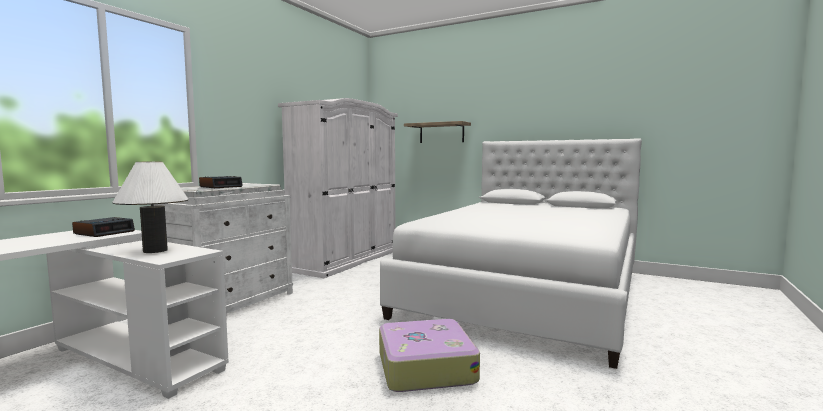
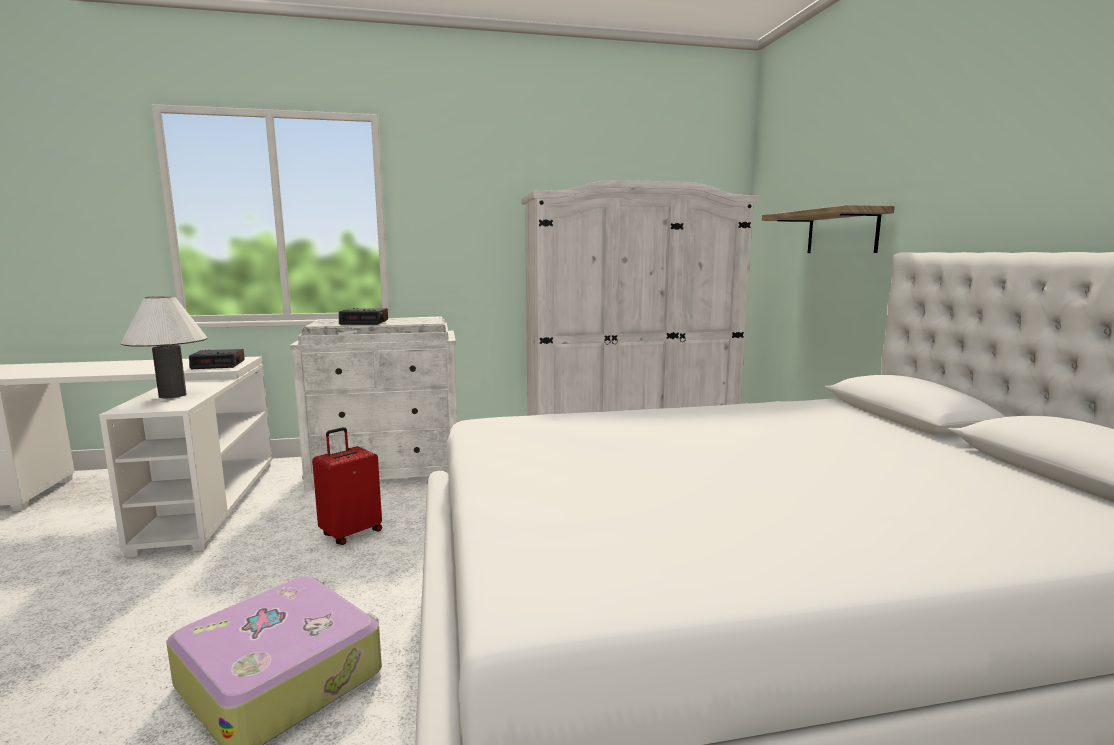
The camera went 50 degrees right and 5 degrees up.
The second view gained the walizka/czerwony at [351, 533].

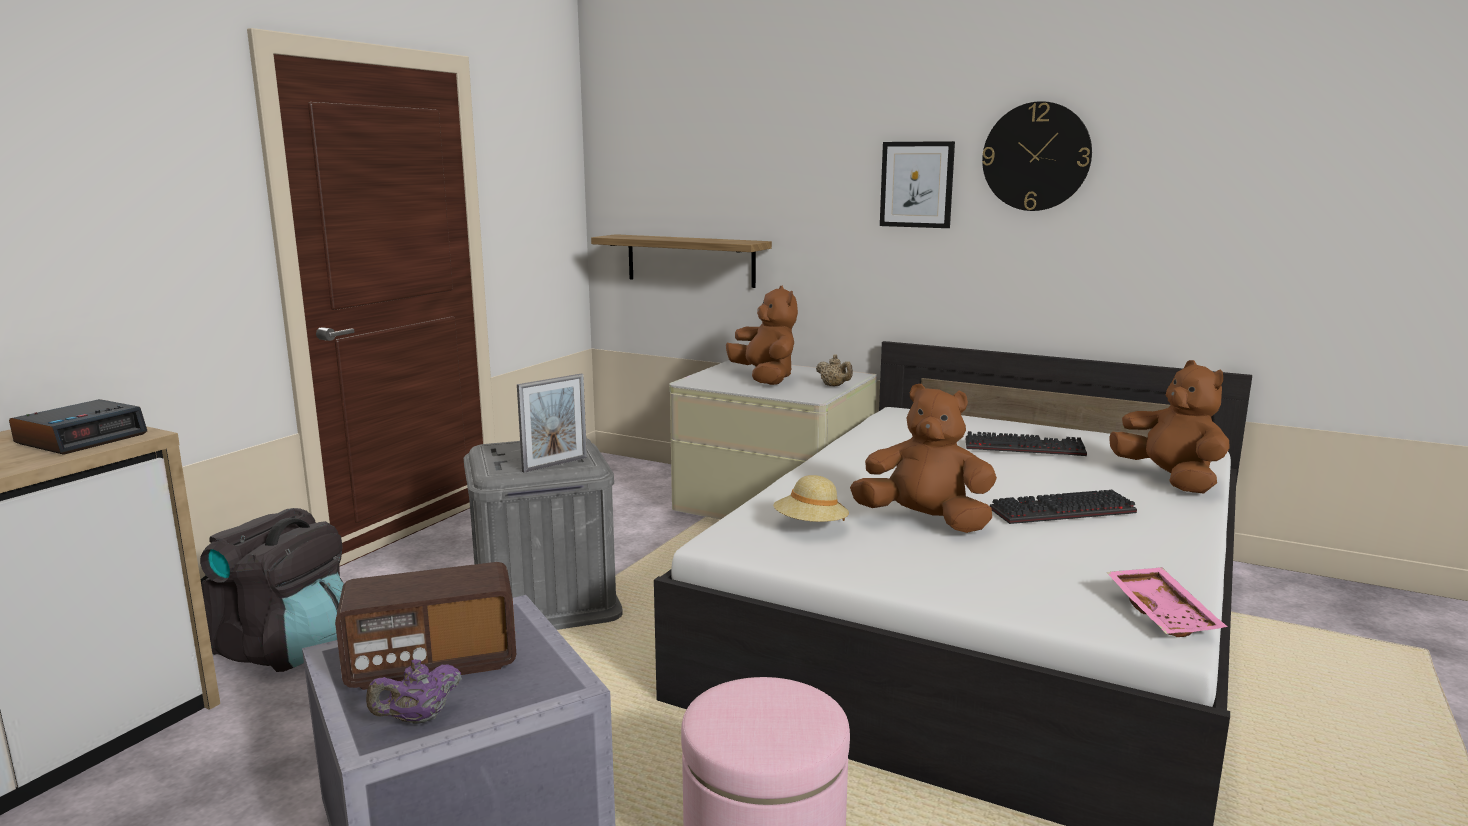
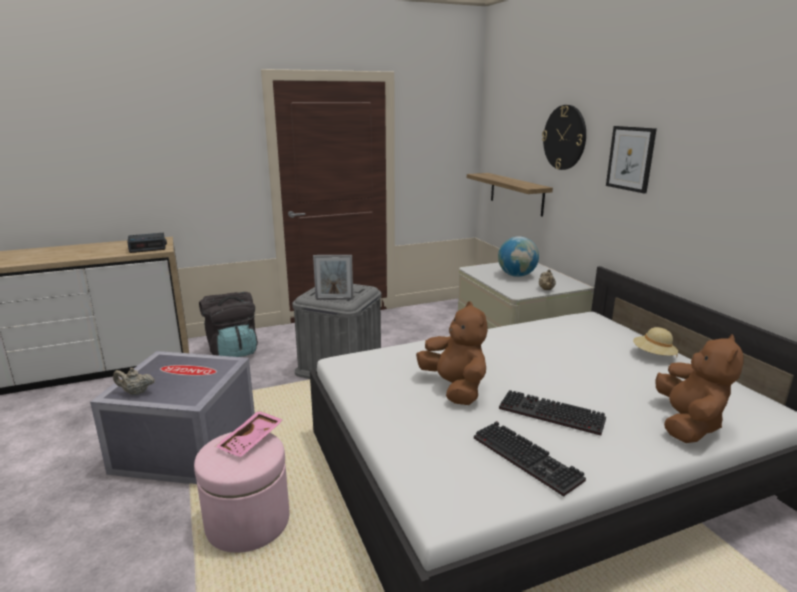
The camera went 40 degrees right and 5 degrees up.
The zegar ścienny ended up elsewhere, having gone from [1036, 156] to [564, 137].
Where the pluszak/brązowy stood at [765, 378], the globus came to stand at [516, 275].
The klawiatura ended up elsewhere, having gone from [1026, 447] to [529, 459].
The kapelusz/beżowy ended up elsewhere, having gone from [810, 527] to [653, 355].
The second view lost the radio at [432, 664].
The taca/różowy ended up elsewhere, having gone from [1164, 613] to [251, 441].
What was the imbryk/fioletowy at [418, 719] turned into the imbryk/beżowy at [135, 392].

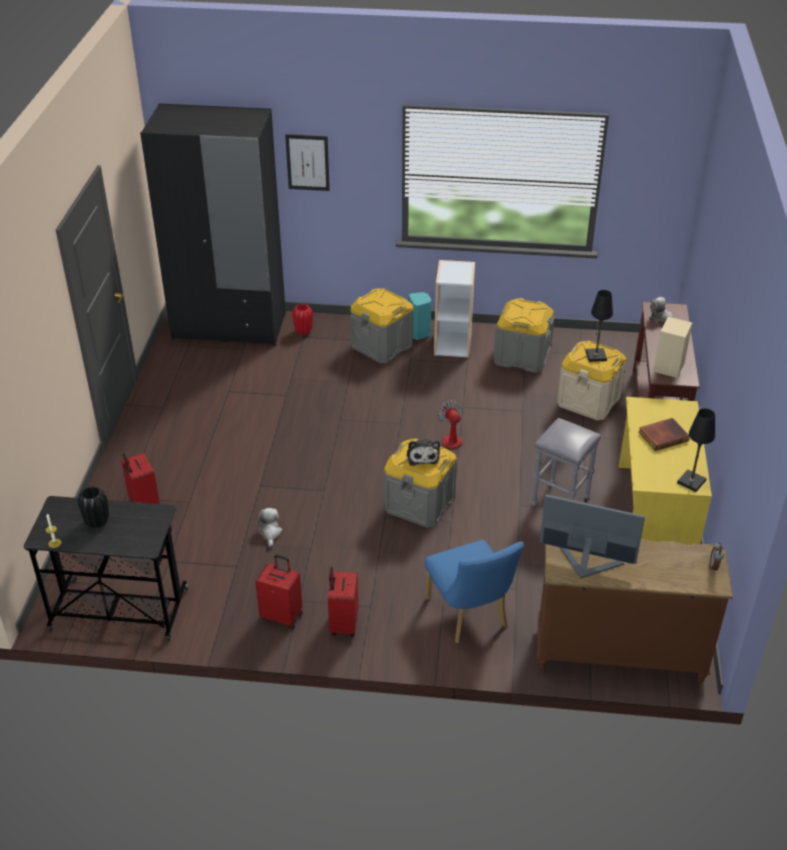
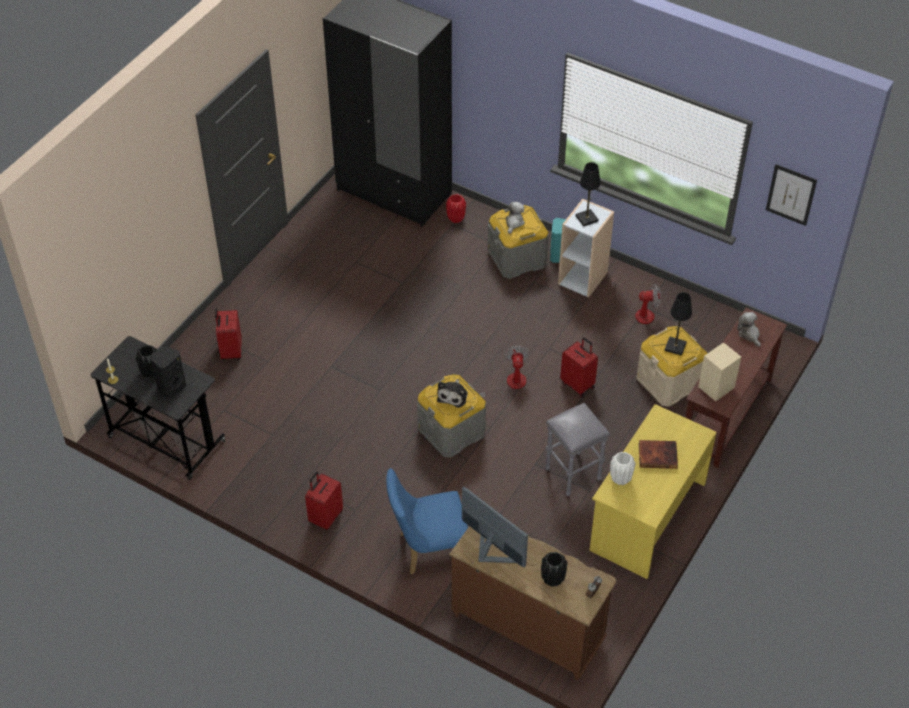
The camera went 25 degrees right and 10 degrees up.
The obraz ended up elsewhere, having gone from [307, 162] to [791, 194].
Where the pojemnik do przechowywania/szary stood at [522, 356], the wentylator came to stand at [639, 312].
The lampa stołowa/czarny ended up elsewhere, having gone from [691, 481] to [586, 218].
The pluszak ended up elsewhere, having gone from [270, 533] to [514, 222].
The krzesło/niebieski at [470, 616] ended up facing another way, 75 degrees clockwise from before.
The walizka/czerwony ended up elsewhere, having gone from [282, 616] to [578, 384].
The second view gained the głośnik/czarny at [171, 387].
The second view gained the wazon/biały at [621, 479].
The second view gained the wazon/czarny at [553, 579].

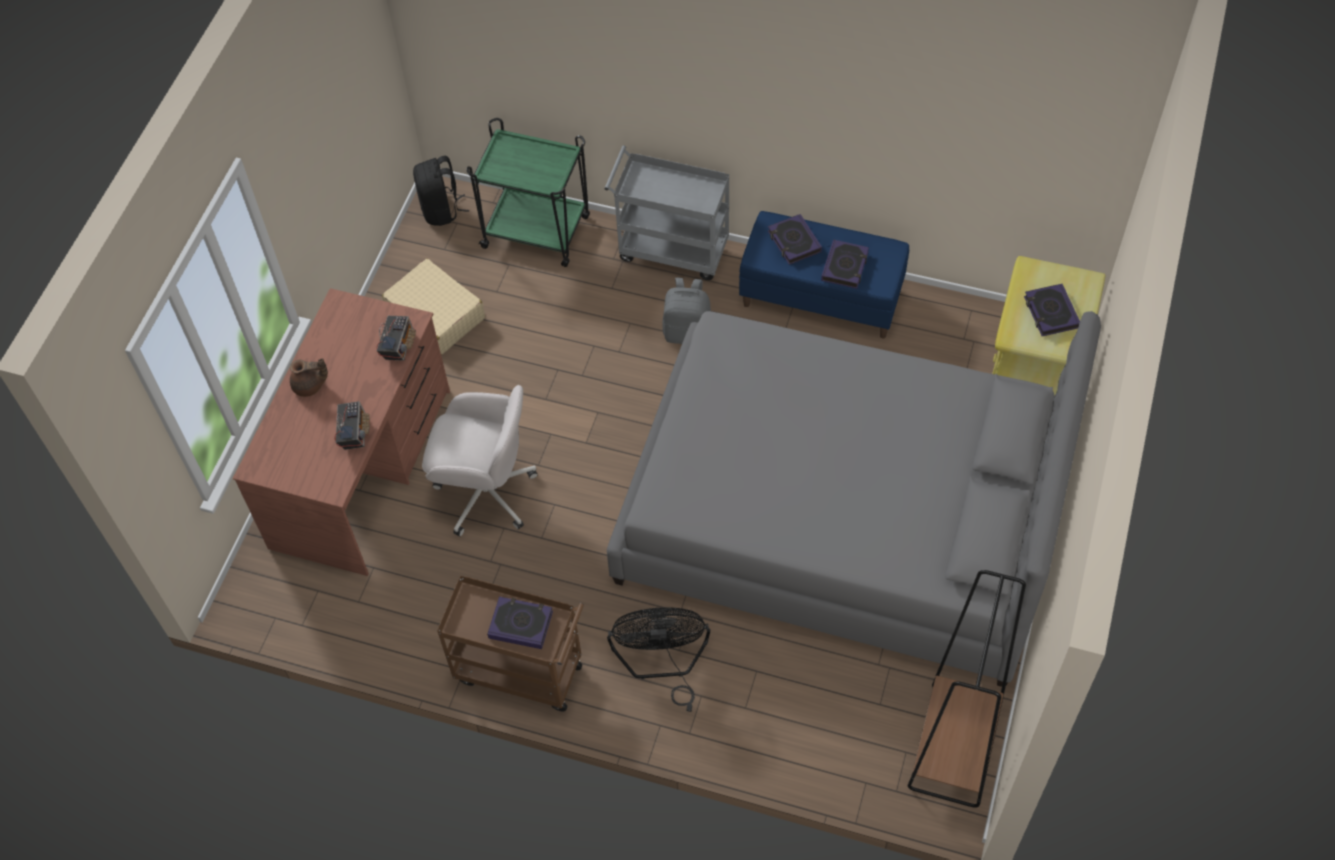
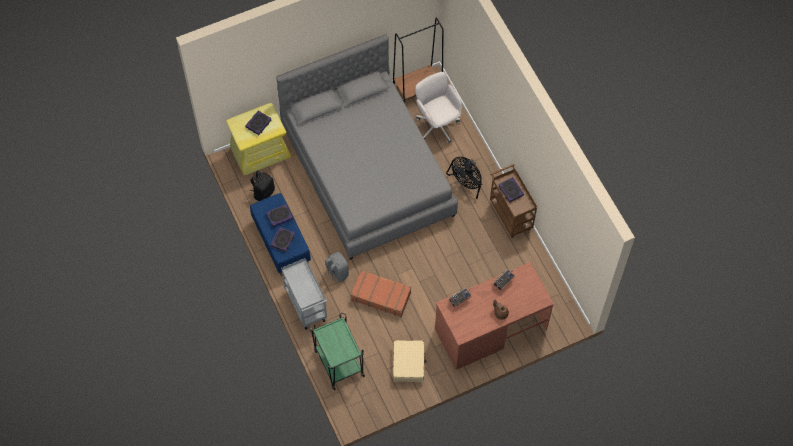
The camera went 135 degrees left and 5 degrees up.
The plecak/czarny ended up elsewhere, having gone from [441, 210] to [263, 192].
The krzesło biurowe/biały ended up elsewhere, having gone from [486, 494] to [437, 126].
The second view gained the walizka/brązowy at [381, 296].

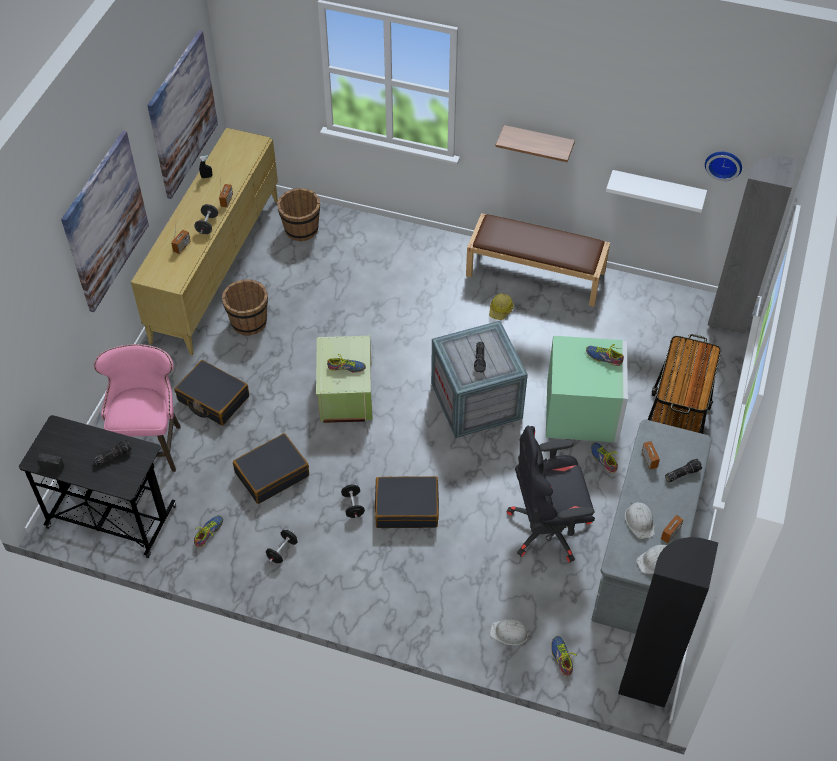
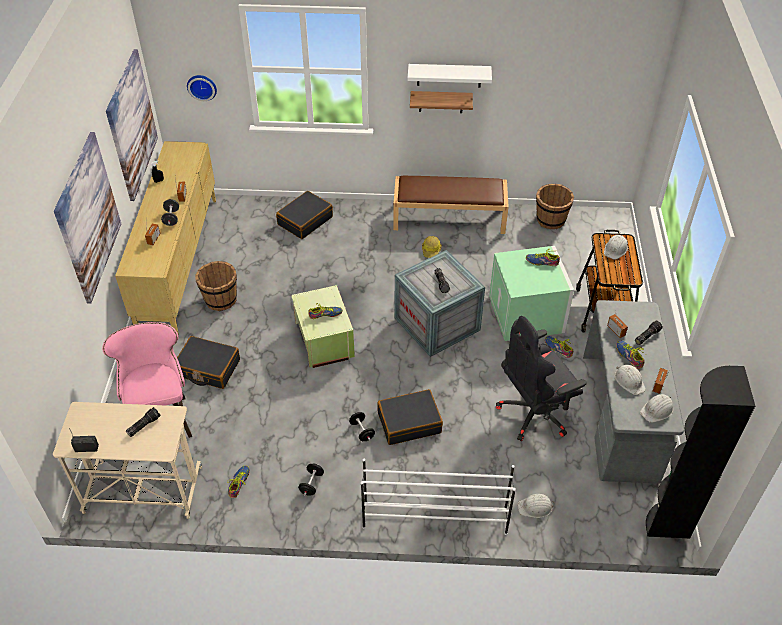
The camera went 15 degrees left and 5 degrees down.
The zegar ścienny ended up elsewhere, having gone from [723, 163] to [202, 86].
The second view lost the regał/szary at [729, 320].
The półka/biały ended up elsewhere, having gone from [657, 190] to [449, 75].
The wiadro/brązowy ended up elsewhere, having gone from [301, 230] to [550, 220].
What was the biurko/czarny at [111, 517] turned into the biurko/beżowy at [143, 490].
The walizka/czarny ended up elsewhere, having gone from [272, 474] to [305, 220].
The but ended up elsewhere, having gone from [561, 657] to [629, 356].
The second view gained the kask/biały at [615, 249].
The second view gained the regał na buty/biały at [434, 518].

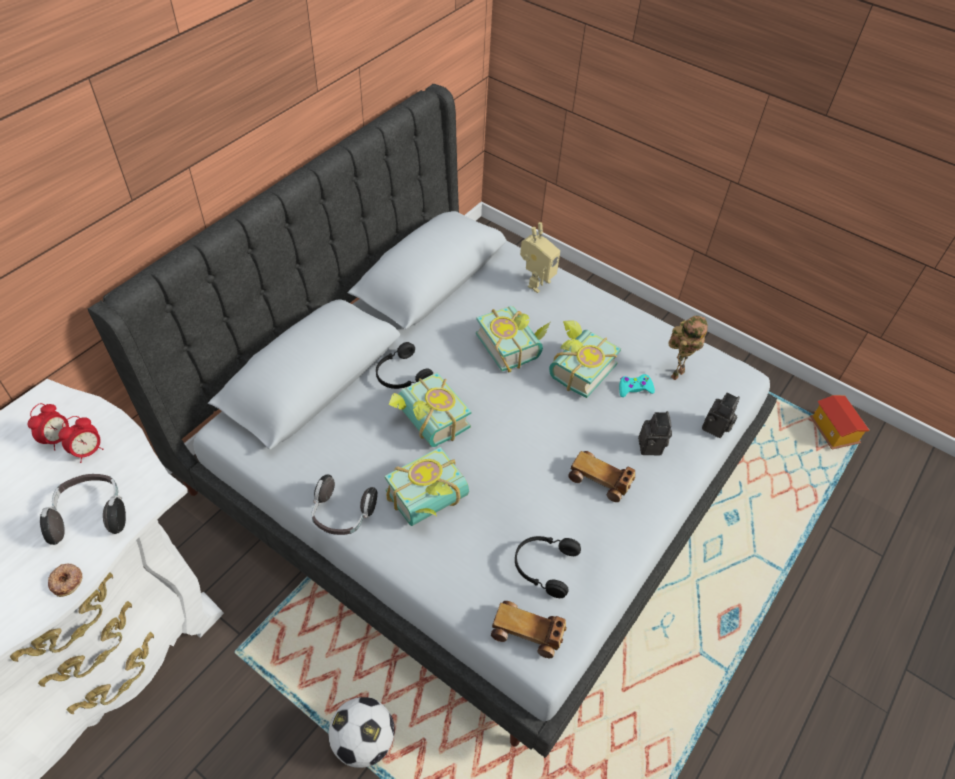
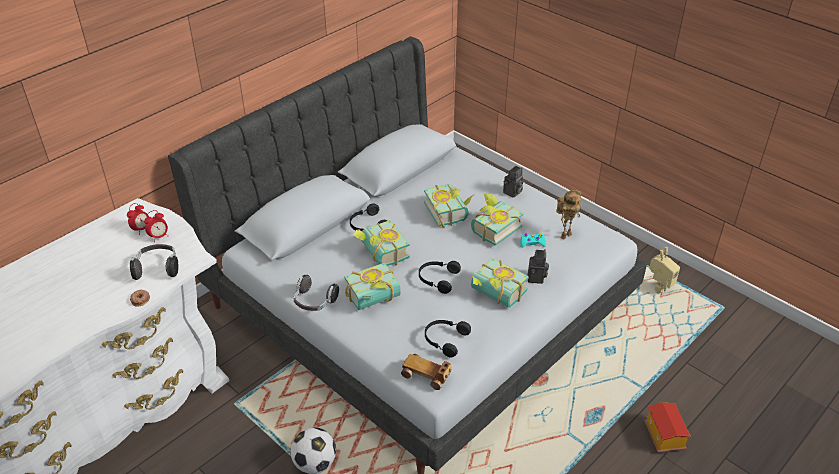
The camera went 10 degrees right and 10 degrees down.
The robot zabawkowy ended up elsewhere, having gone from [535, 282] to [659, 288].
The aparat fotograficzny ended up elsewhere, having gone from [716, 429] to [512, 193].
The domek ended up elsewhere, having gone from [831, 432] to [663, 436].
Where the samochodzik stood at [600, 480], the książka came to stand at [495, 295].
The second view gained the słuchawki/czarny at [437, 279].

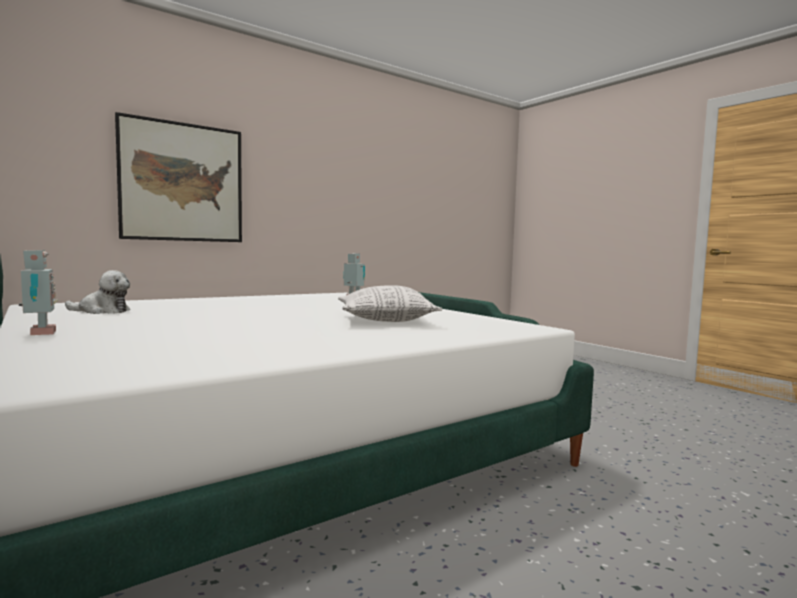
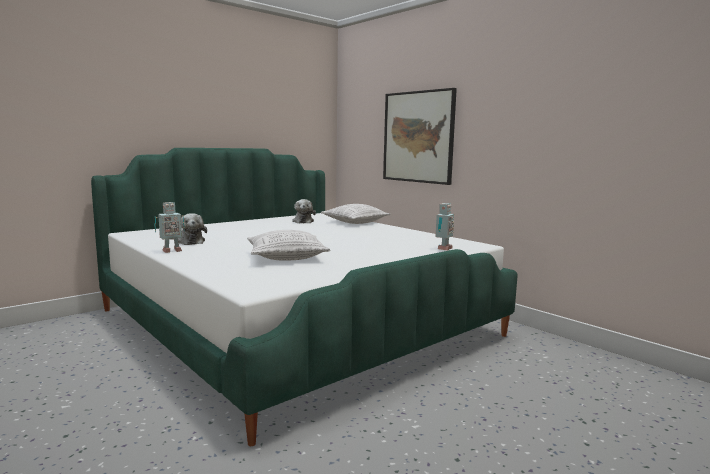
The camera went 85 degrees right and 5 degrees up.
The robot zabawkowy ended up elsewhere, having gone from [39, 334] to [171, 251].
The second view gained the poduszka at [355, 222].
The second view gained the pluszak at [190, 241].

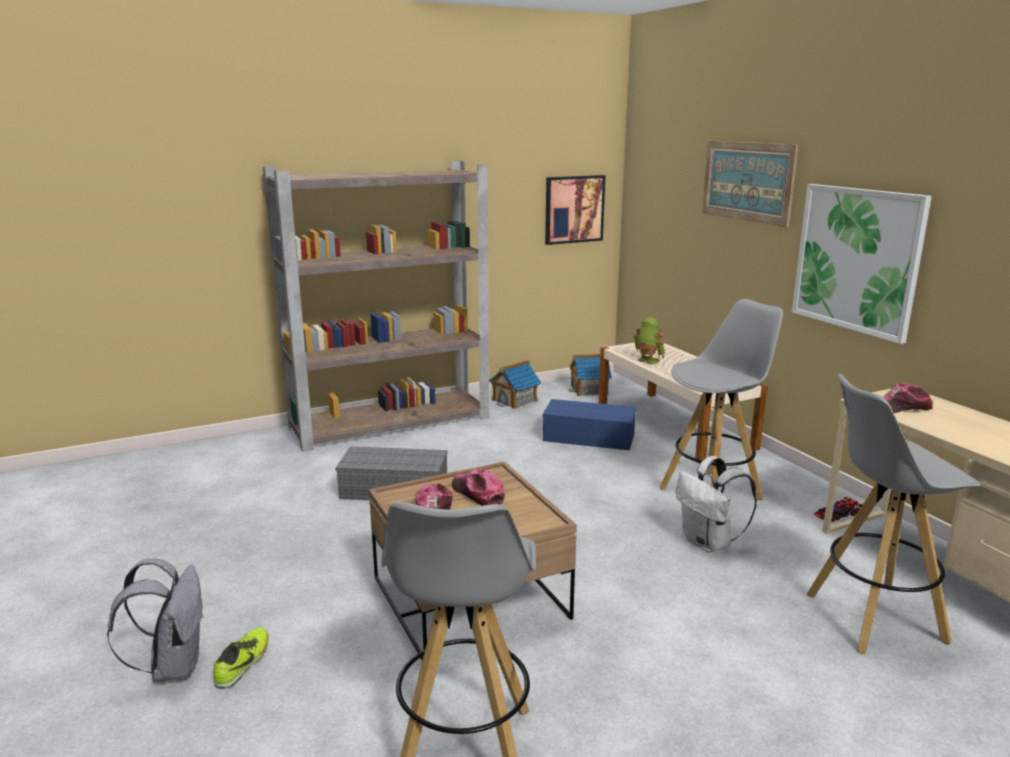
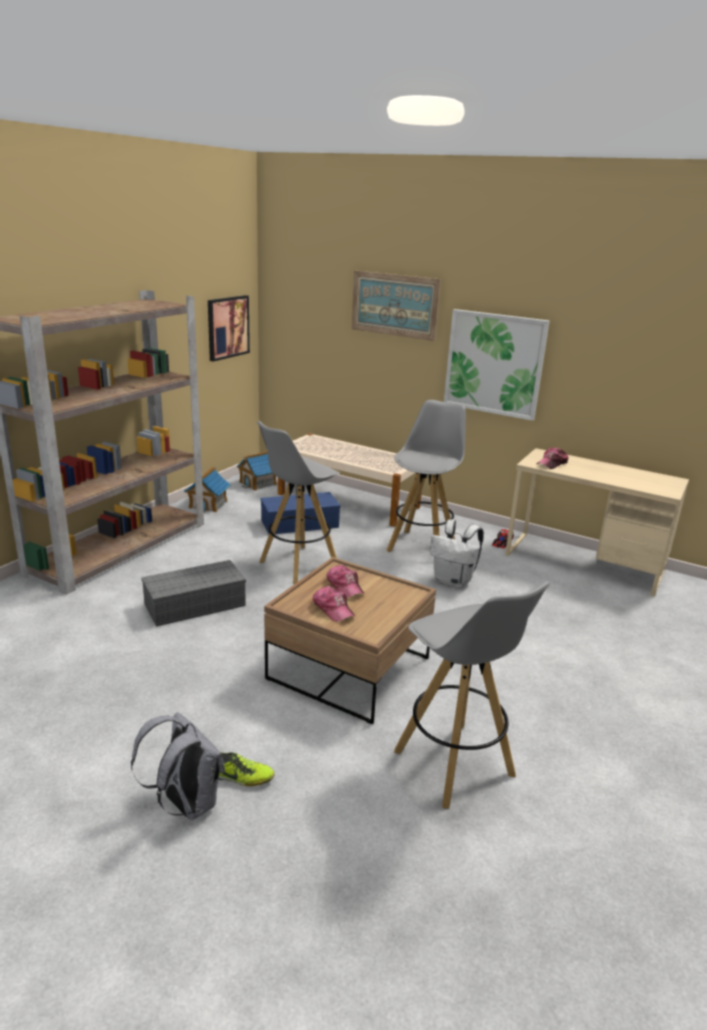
The camera went 35 degrees left and 5 degrees up.
The second view lost the robot zabawkowy at [647, 361].
The stołek/szary ended up elsewhere, having gone from [871, 617] to [297, 564].
The czapka z daszkiem at [478, 494] ended up facing another way, 135 degrees counterclockwise from before.
The but at [243, 663] ended up facing another way, 120 degrees clockwise from before.

